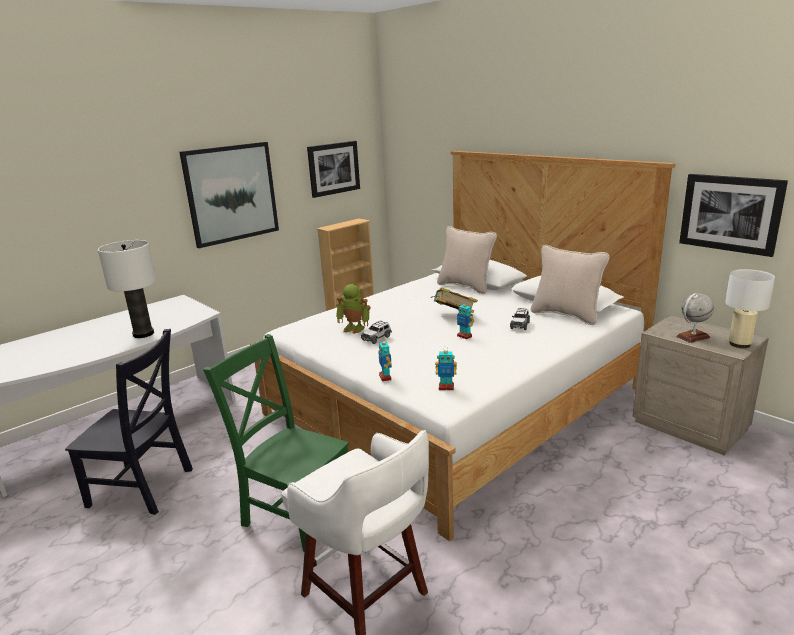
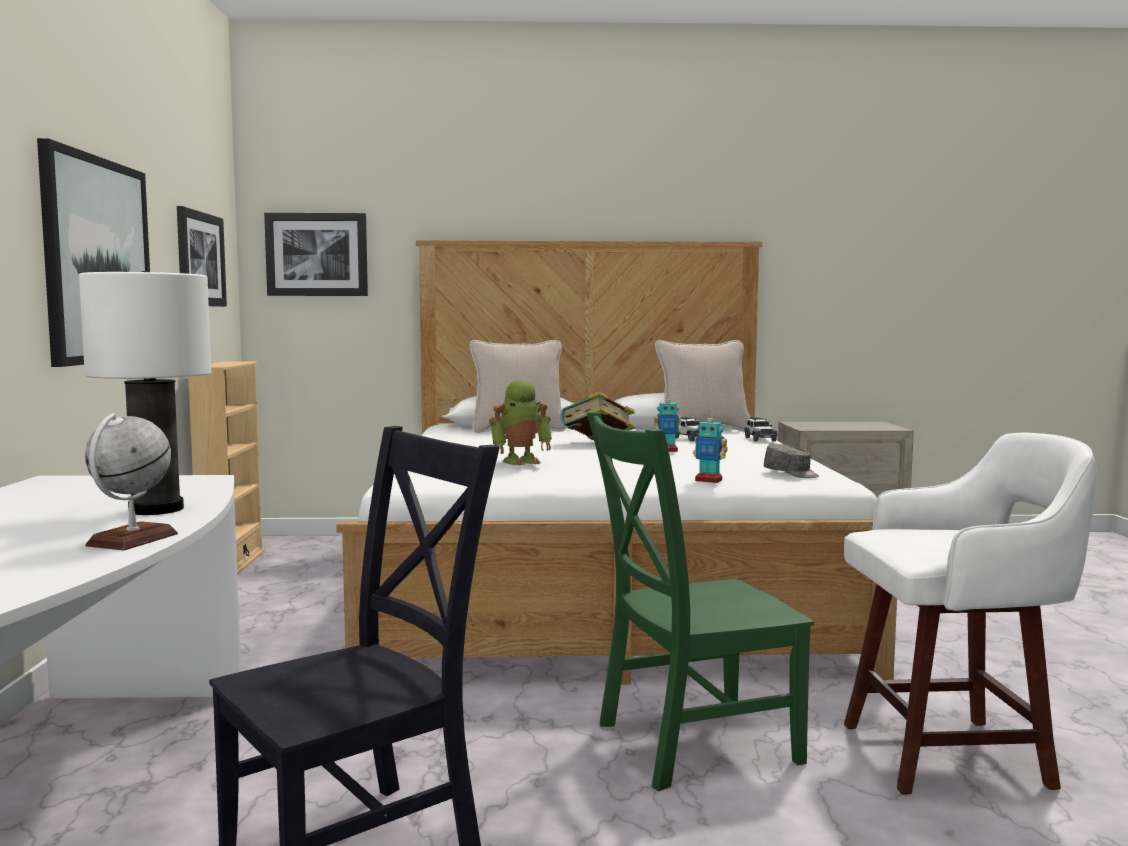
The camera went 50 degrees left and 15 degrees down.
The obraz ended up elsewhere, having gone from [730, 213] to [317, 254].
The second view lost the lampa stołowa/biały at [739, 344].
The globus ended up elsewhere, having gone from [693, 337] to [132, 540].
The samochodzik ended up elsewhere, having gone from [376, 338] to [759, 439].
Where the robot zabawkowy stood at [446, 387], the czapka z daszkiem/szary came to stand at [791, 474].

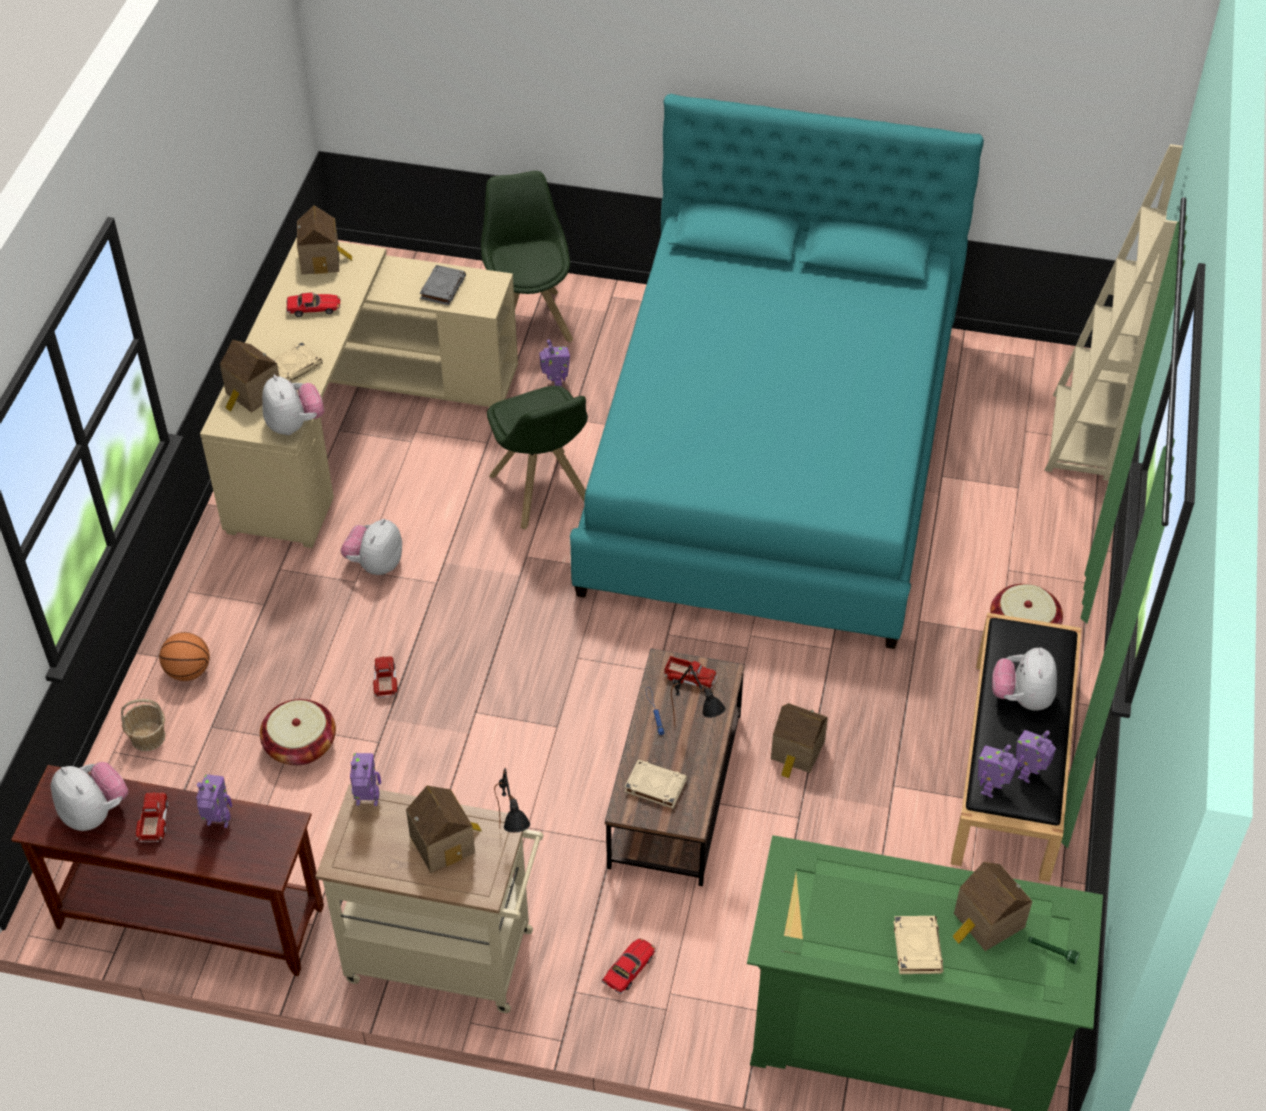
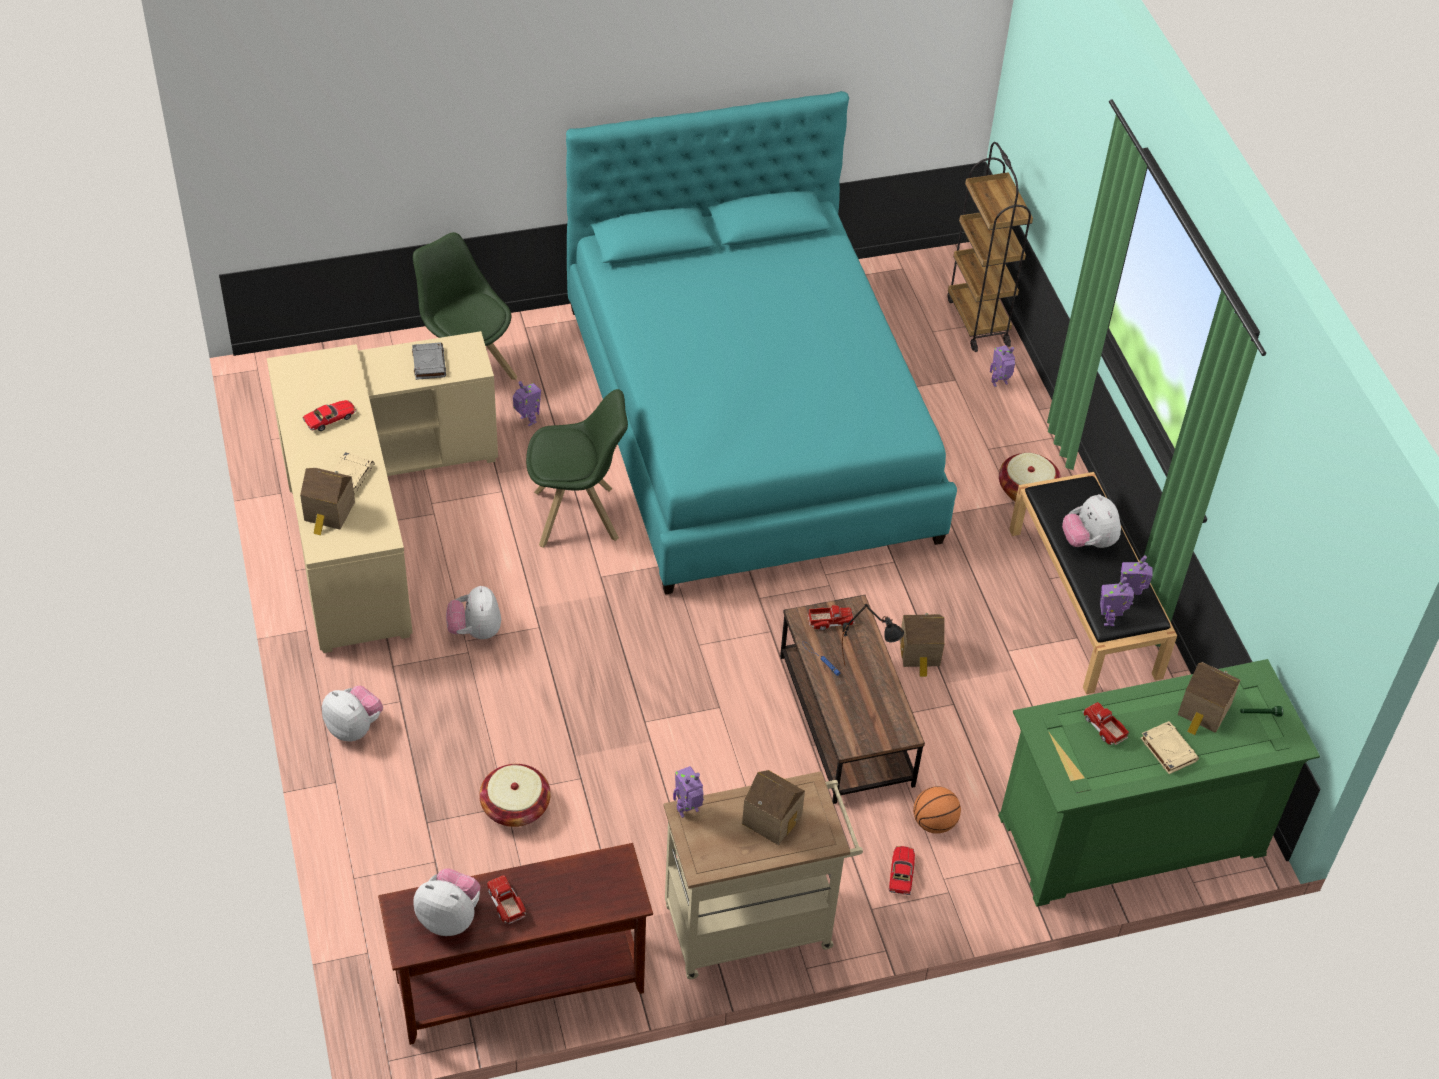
The camera went 30 degrees left and 0 degrees up.
Where the regał/beżowy stood at [1082, 437], the wózek/brązowy came to stand at [978, 321].
The second view lost the domek at [323, 260].
The pluszak ended up elsewhere, having gone from [294, 425] to [354, 727].
The krzesło/zielony at [542, 490] ended up facing another way, 45 degrees counterclockwise from before.
The piłka do koszykówki ended up elsewhere, having gone from [188, 671] to [934, 823].
The ciężarówka zabawkowa ended up elsewhere, having gone from [385, 680] to [1104, 727].
The second view lost the koszyk at [147, 737].
The second view lost the książka/beżowy at [654, 786].
The second view lost the lampa stołowa/czarny at [514, 849].
The robot zabawkowy ended up elsewhere, having gone from [218, 822] to [999, 383].

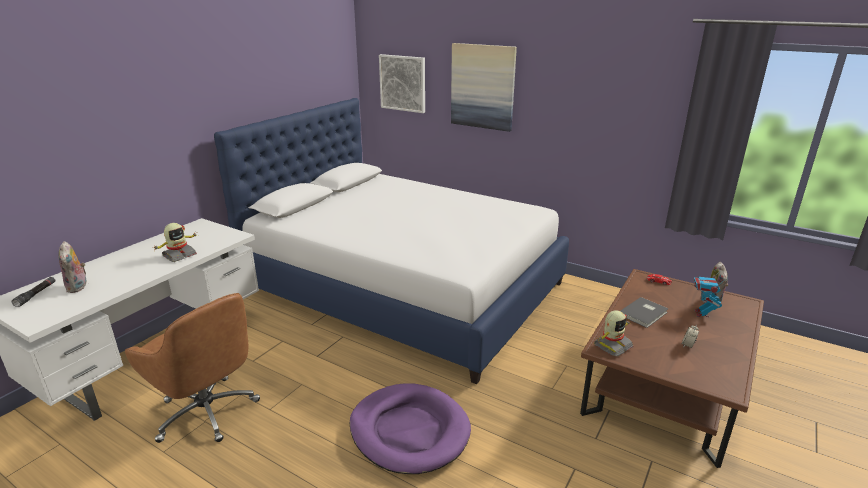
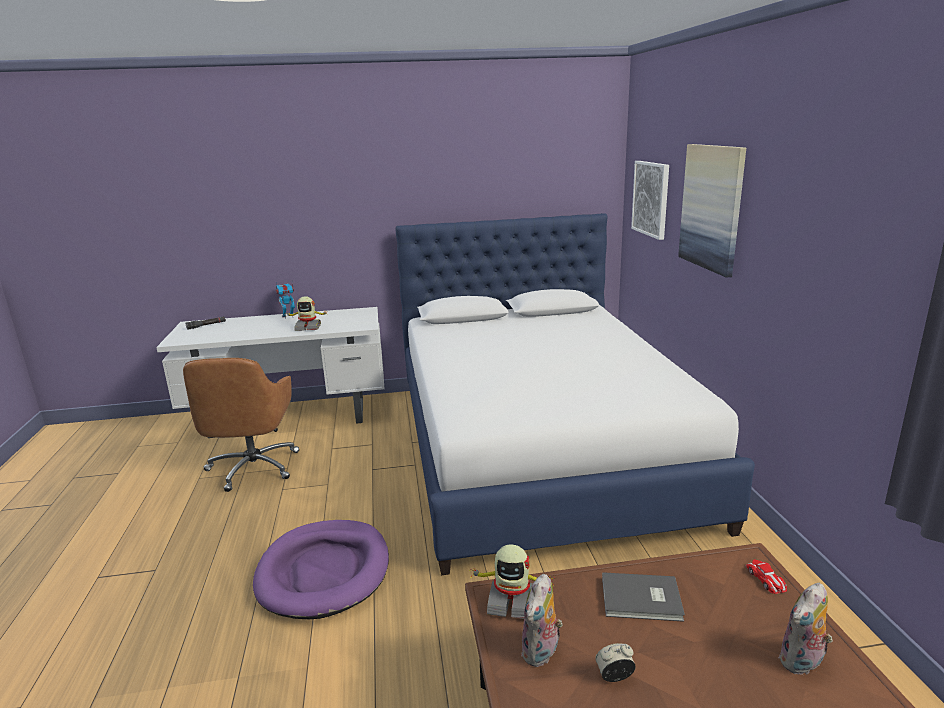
The camera went 50 degrees right and 5 degrees down.
The pluszak ended up elsewhere, having gone from [78, 287] to [542, 653].
The robot zabawkowy ended up elsewhere, having gone from [701, 314] to [288, 317].

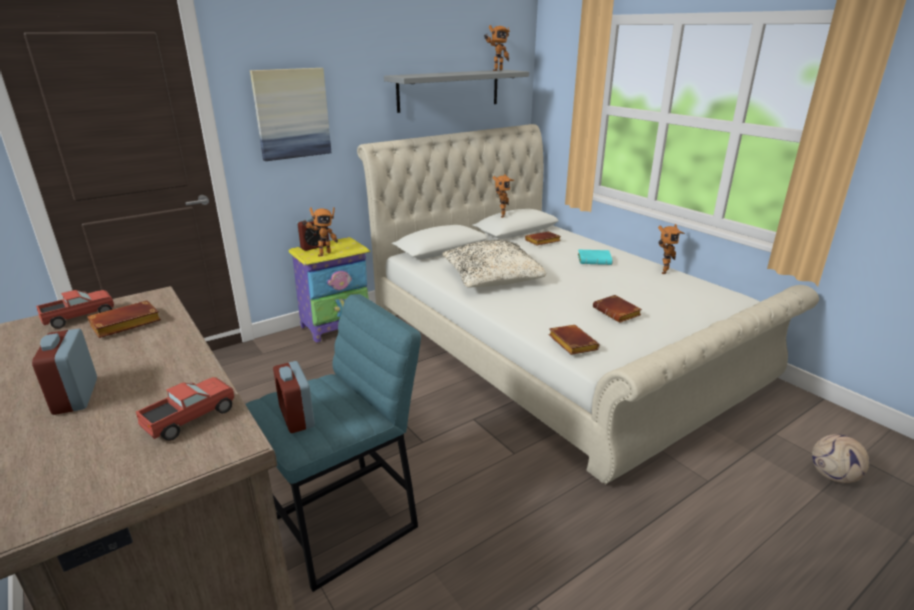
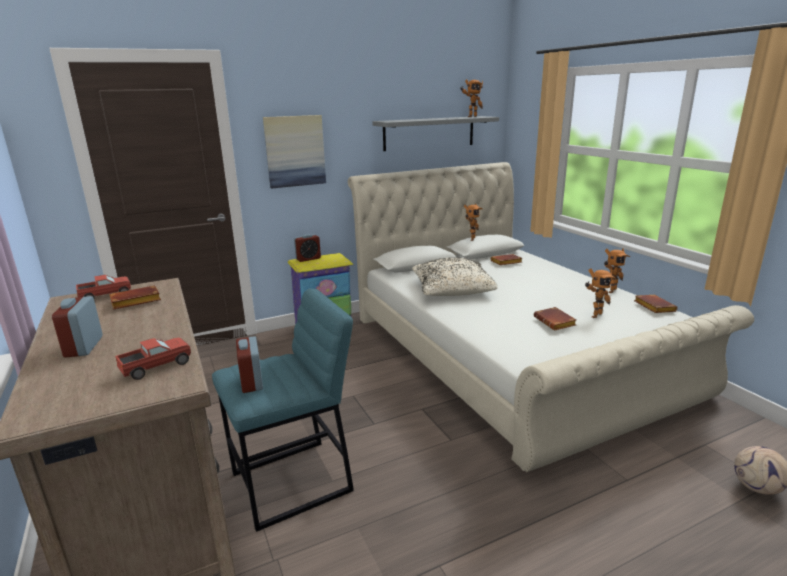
The camera went 10 degrees right and 5 degrees down.
The robot zabawkowy ended up elsewhere, having gone from [323, 253] to [594, 315].
The second view lost the książka/turkusowy at [595, 260].
The książka/brązowy ended up elsewhere, having gone from [570, 343] to [652, 307].

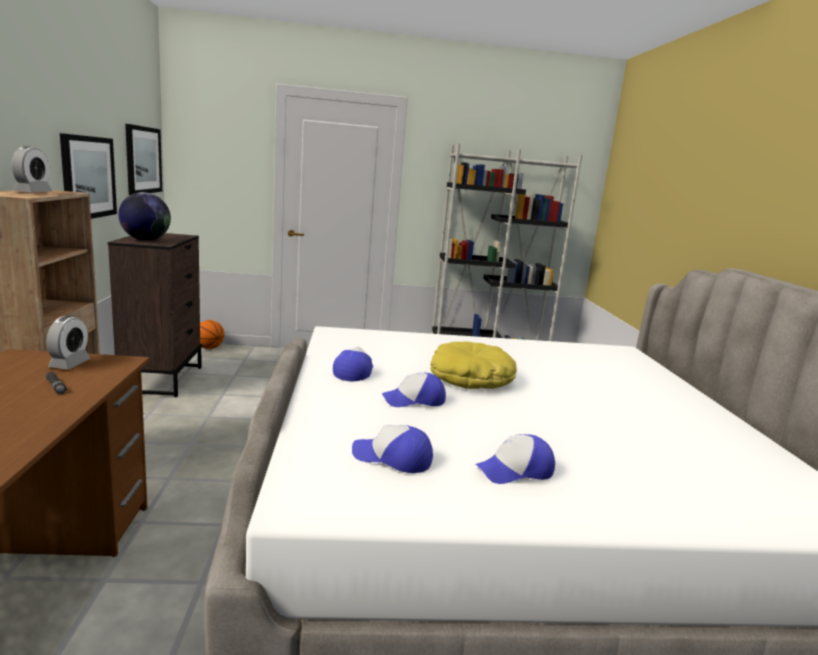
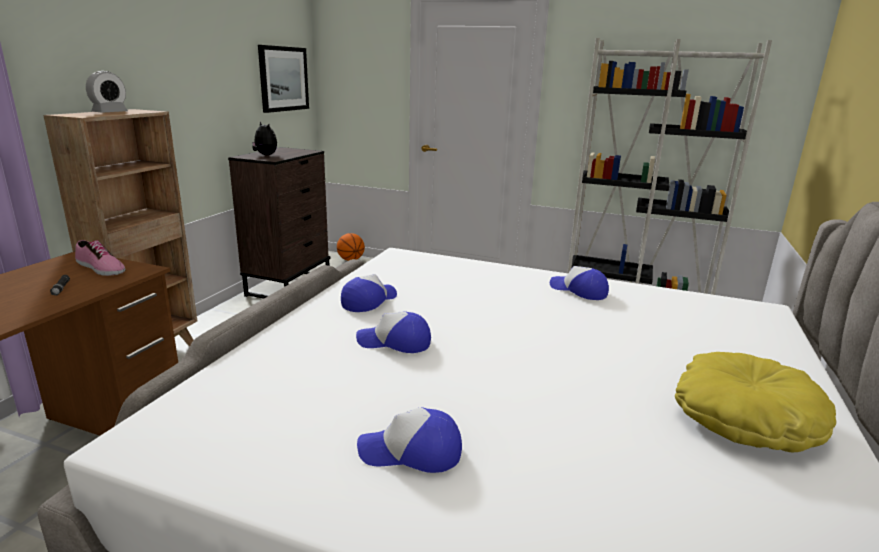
The camera went 25 degrees right and 5 degrees up.
The second view lost the obraz at [88, 177].
Where the globus stood at [145, 240], the pluszak came to stand at [265, 155].
Where the budzik stood at [70, 364], the but came to stand at [100, 268].
The poduszka/żółty ended up elsewhere, having gone from [472, 379] to [748, 419].
The czapka z daszkiem ended up elsewhere, having gone from [392, 458] to [578, 291].

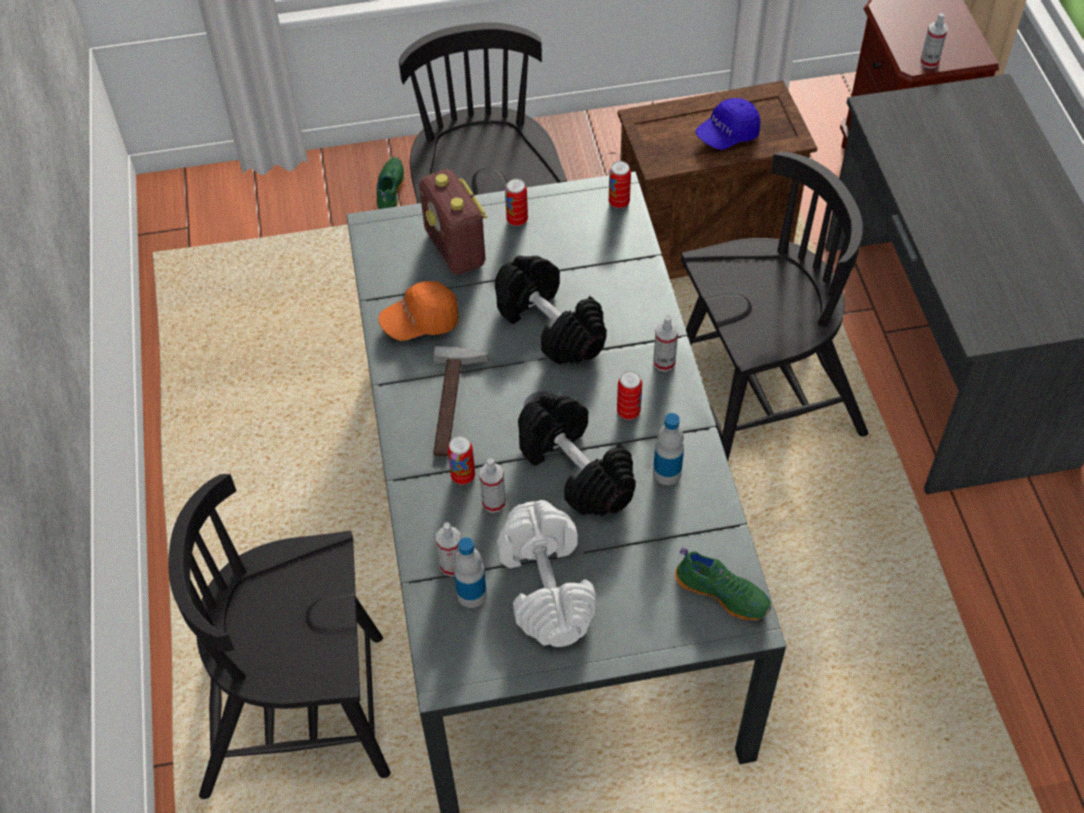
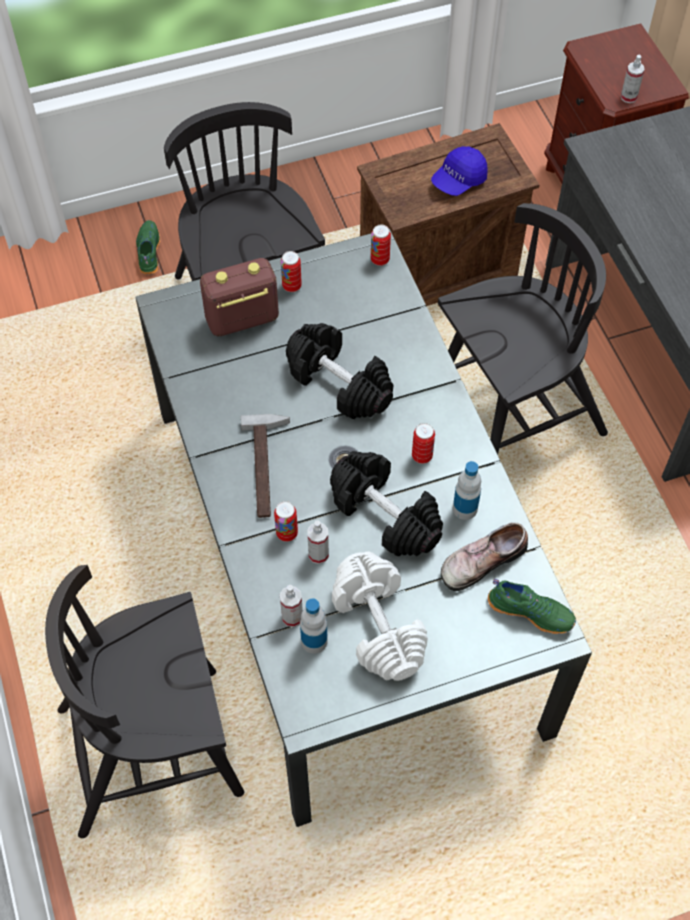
The camera went 10 degrees left and 5 degrees up.
The radio at [456, 249] ended up facing another way, 105 degrees clockwise from before.
The second view lost the czapka z daszkiem/pomarańczowy at [420, 322].
The second view lost the spryskiwacz at [664, 362].
The second view gained the but at [481, 559].

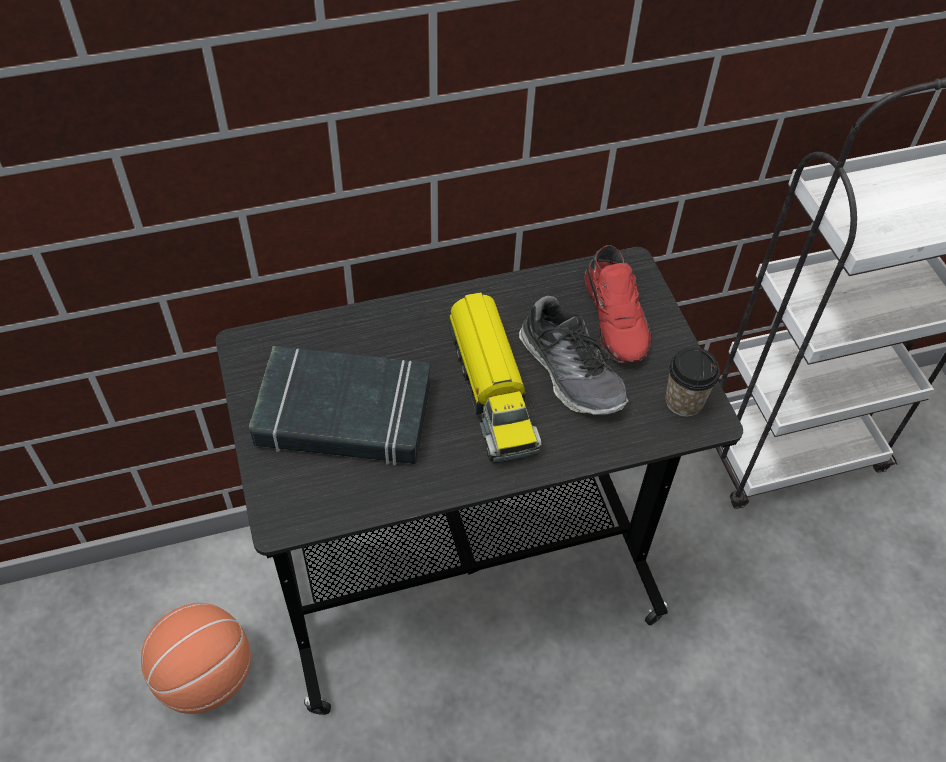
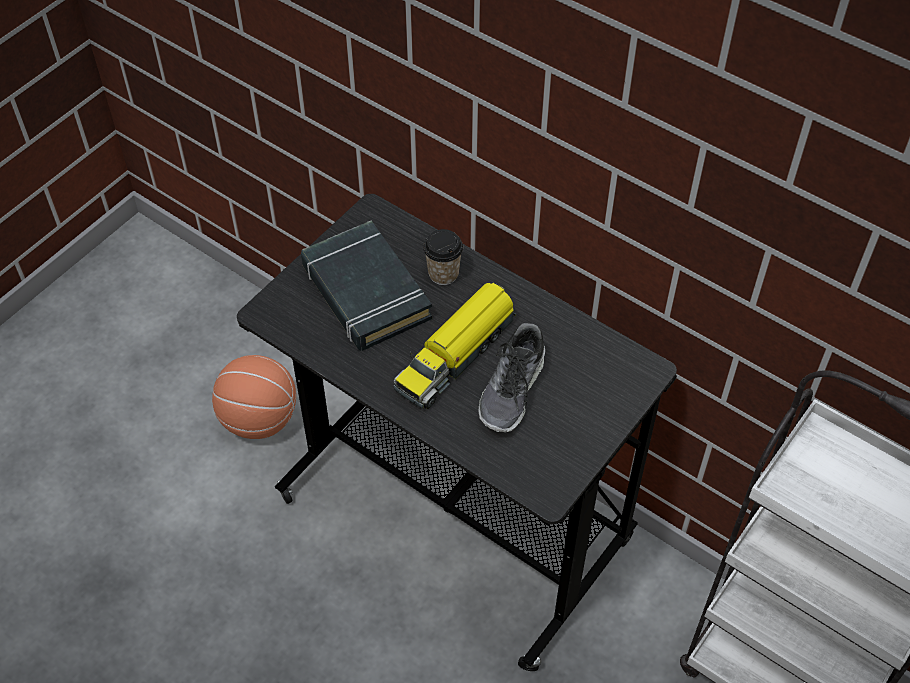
The camera went 55 degrees right and 0 degrees up.
The second view lost the but/czerwony at [617, 318].
The filiżanka ended up elsewhere, having gone from [684, 401] to [443, 274].

